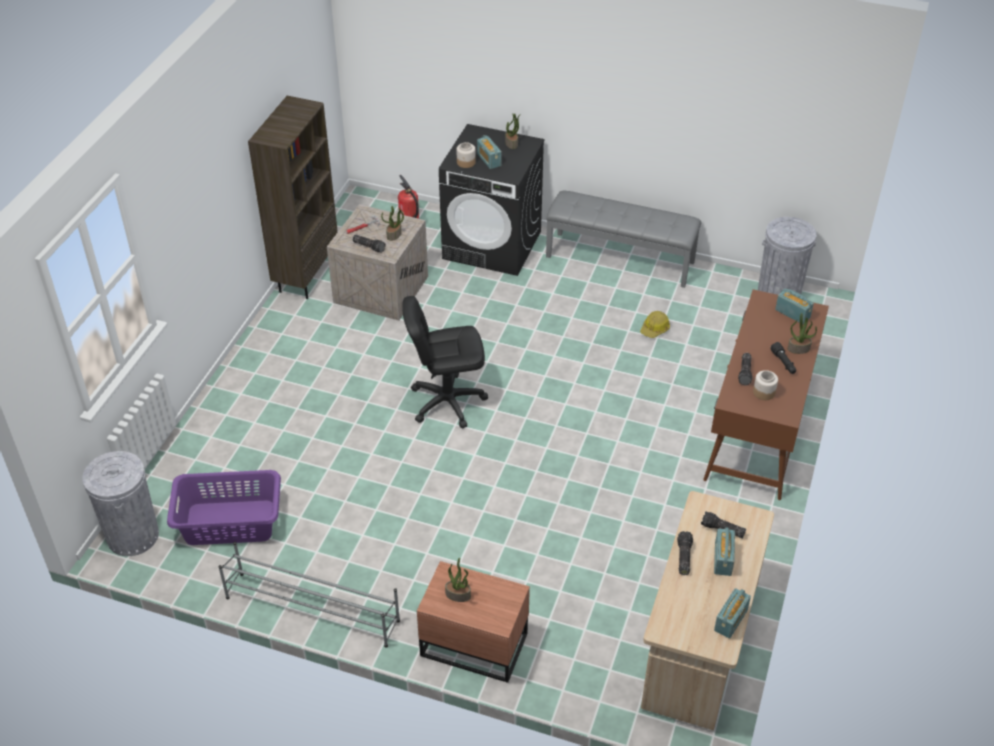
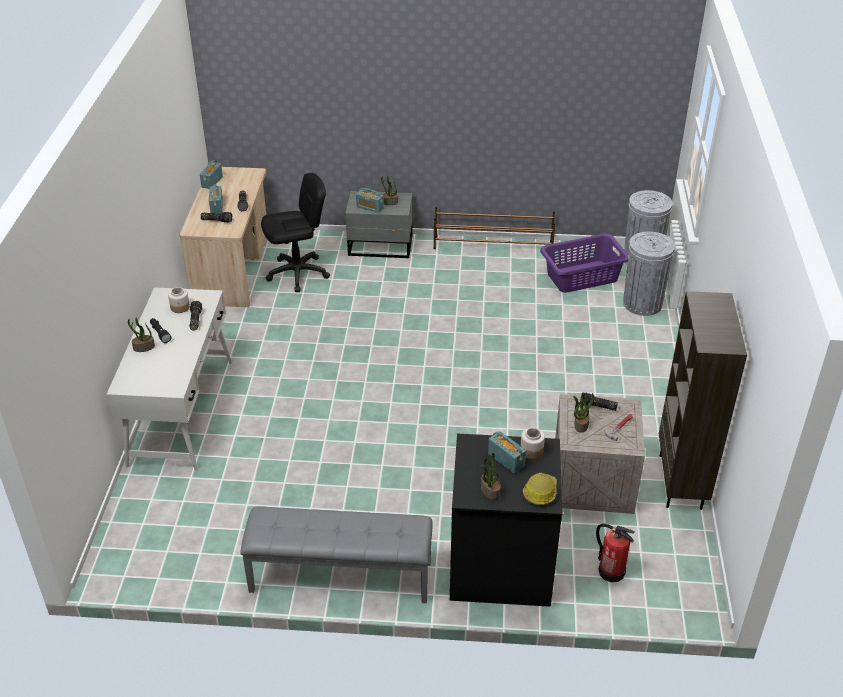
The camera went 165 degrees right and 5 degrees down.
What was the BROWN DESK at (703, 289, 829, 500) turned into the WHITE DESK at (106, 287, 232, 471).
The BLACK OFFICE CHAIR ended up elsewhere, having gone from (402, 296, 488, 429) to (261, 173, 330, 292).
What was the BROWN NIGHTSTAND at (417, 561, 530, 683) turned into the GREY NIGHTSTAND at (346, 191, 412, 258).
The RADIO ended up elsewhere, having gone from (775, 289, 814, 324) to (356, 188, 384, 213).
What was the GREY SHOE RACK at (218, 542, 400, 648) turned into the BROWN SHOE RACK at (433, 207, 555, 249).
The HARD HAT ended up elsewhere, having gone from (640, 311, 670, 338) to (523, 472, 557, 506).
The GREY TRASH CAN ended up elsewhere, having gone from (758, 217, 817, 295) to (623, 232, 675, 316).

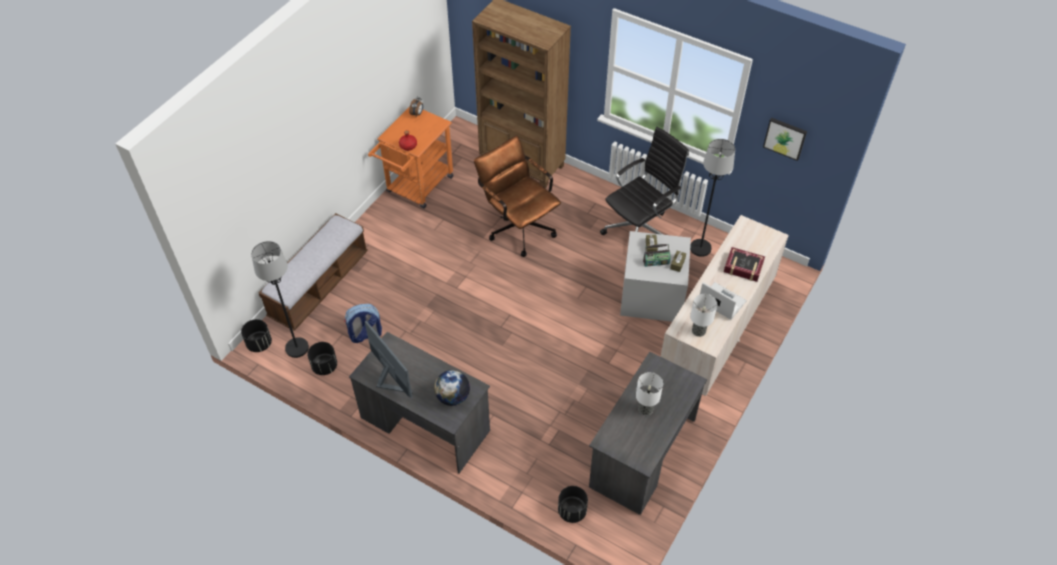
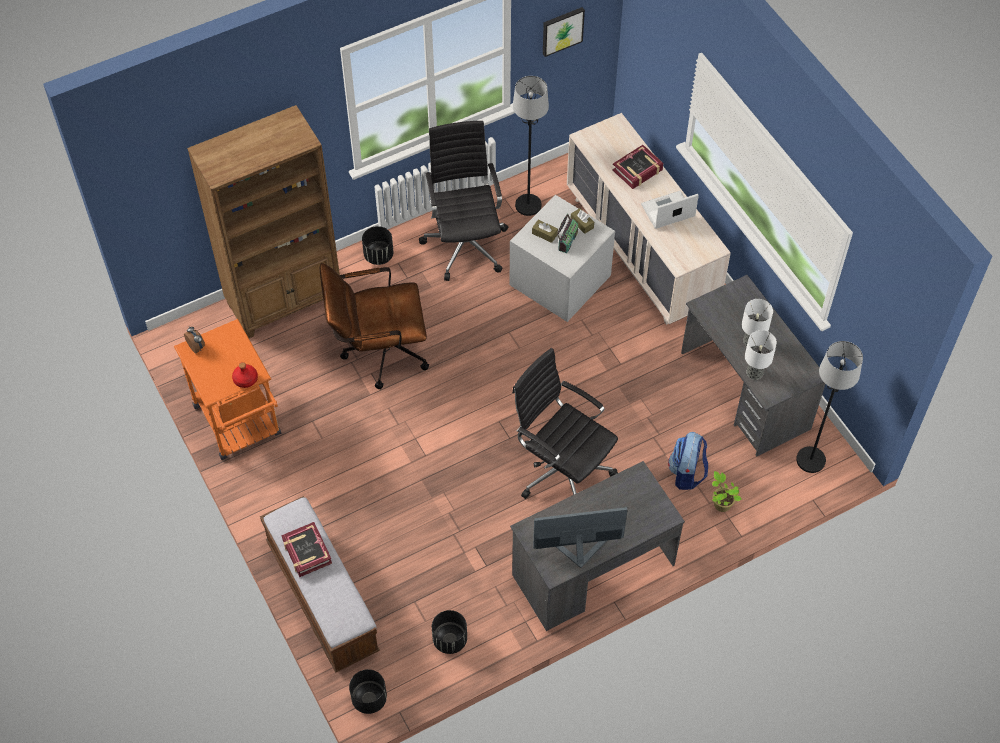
The camera went 60 degrees left and 5 degrees up.
The second view gained the BOOK at (281, 522, 332, 577).
The BLACK PLANTER ended up elsewhere, having gone from (558, 486, 588, 523) to (362, 226, 394, 265).
The second view gained the BLACK OFFICE CHAIR at (512, 348, 618, 499).
The BACKPACK ended up elsewhere, having gone from (344, 304, 382, 343) to (668, 432, 708, 490).
The second view gained the POTTED PLANT at (712, 471, 742, 512).
The TABLE LAMP ended up elsewhere, having gone from (690, 294, 717, 337) to (745, 330, 777, 380).
The BLACK FLOOR LAMP ended up elsewhere, having gone from (251, 241, 309, 358) to (796, 341, 863, 473).
The second view lost the GLOBE at (434, 370, 470, 406).

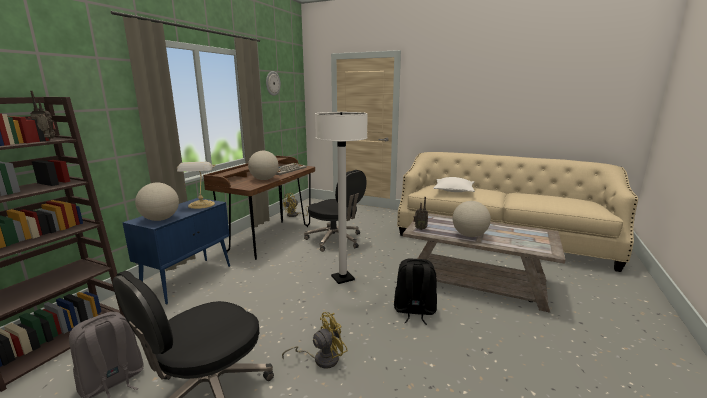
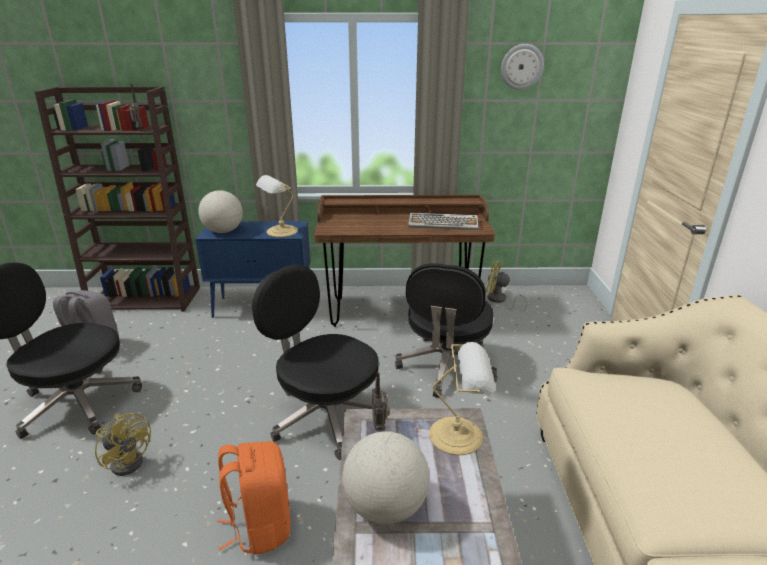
The camera went 65 degrees right and 10 degrees up.
What was the BLACK BACKPACK at (394, 259, 437, 325) turned into the ORANGE BACKPACK at (217, 442, 290, 554).
Where the WHITE FLOOR LAMP stood at (315, 112, 368, 284), the BLACK OFFICE CHAIR came to stand at (252, 264, 379, 460).
The second view gained the TABLE LAMP at (429, 342, 495, 455).
The second view lost the GLOBE at (248, 151, 279, 180).
The second view lost the WHITE PILLOW at (433, 177, 475, 192).

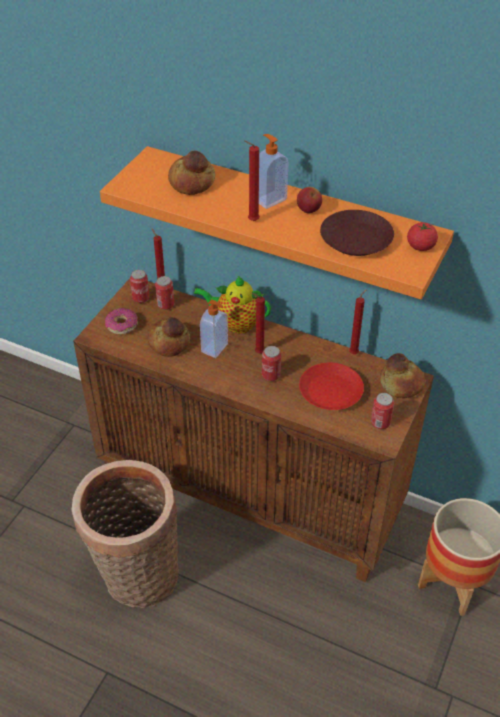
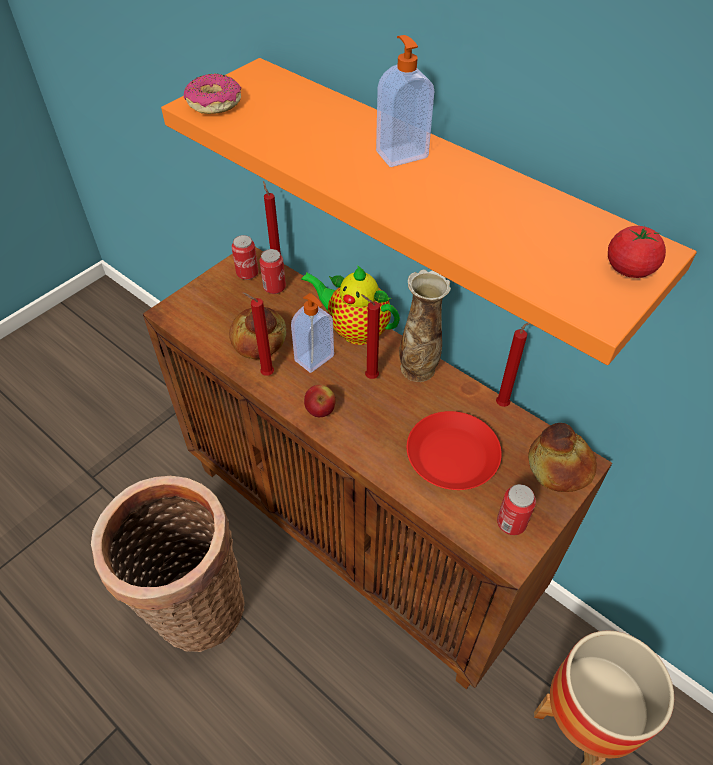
The camera went 15 degrees right and 5 degrees up.
The DONUT ended up elsewhere, having gone from (105, 308, 138, 335) to (184, 73, 241, 114).
The RED CANDLE ended up elsewhere, having gone from (244, 140, 260, 221) to (242, 292, 274, 376).
The APPLE ended up elsewhere, having gone from (297, 187, 322, 213) to (304, 385, 335, 417).
The second view gained the VASE at (399, 269, 451, 382).
The second view lost the BREAD at (168, 150, 215, 195).
The second view lost the CAN at (262, 346, 281, 381).
The second view lost the BROWN PLATE at (320, 210, 394, 256).

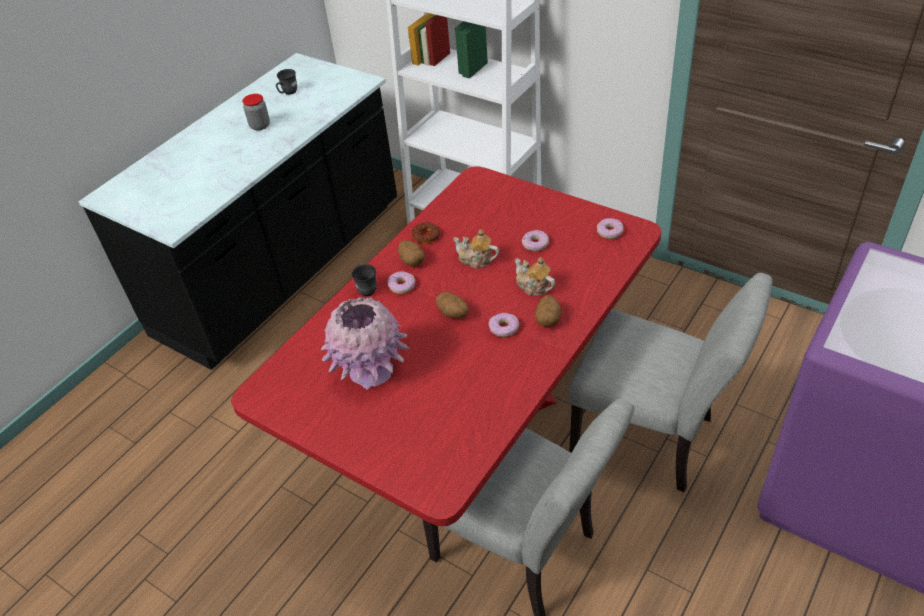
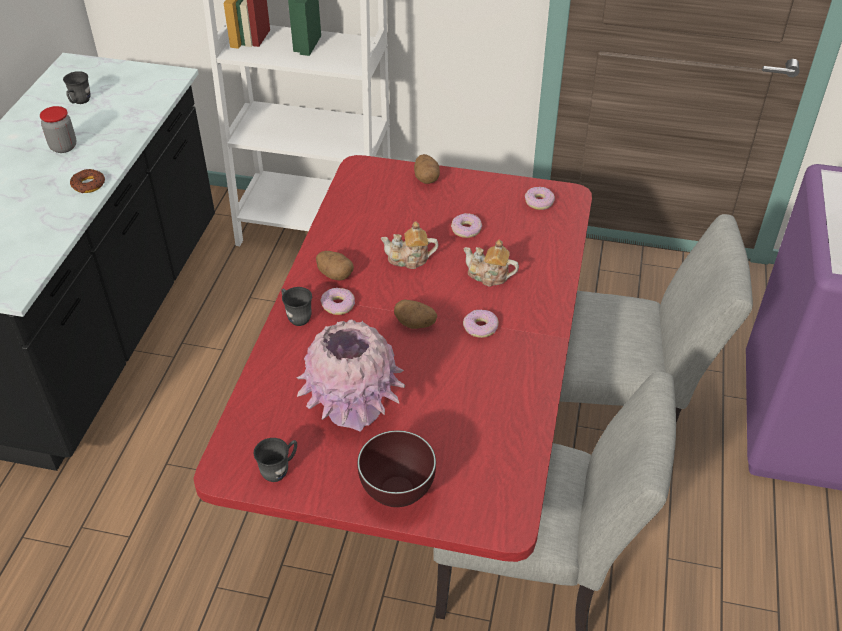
The camera went 25 degrees left and 0 degrees up.
The DONUT ended up elsewhere, having gone from (412, 222, 440, 243) to (70, 169, 105, 193).
The second view gained the GREY MUG at (254, 438, 297, 482).
The second view gained the BROWN BOWL at (357, 430, 436, 507).
The POTATO ended up elsewhere, having gone from (535, 295, 561, 327) to (414, 154, 440, 184).

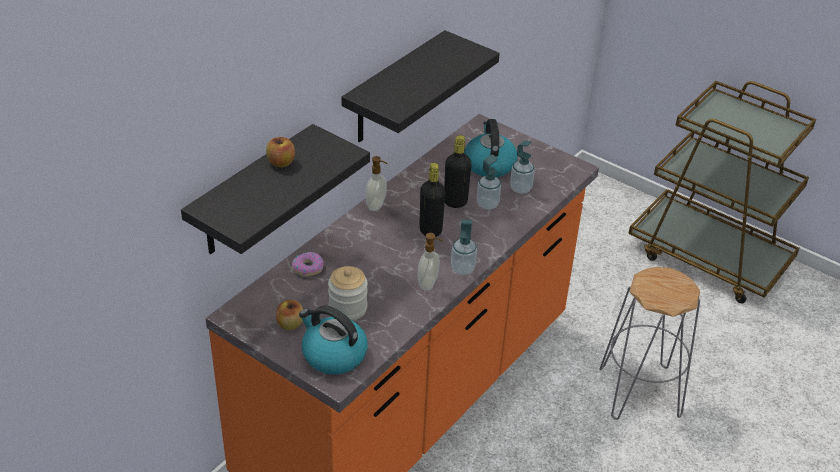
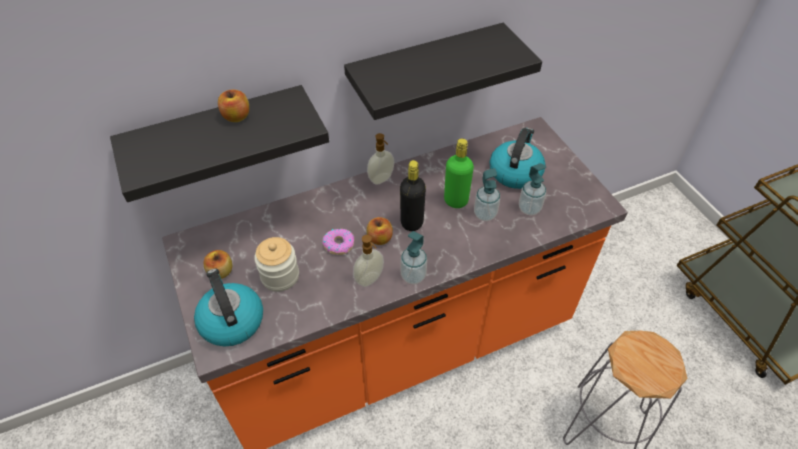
The camera went 30 degrees right and 10 degrees up.
The DONUT ended up elsewhere, having gone from (292, 252, 324, 277) to (322, 229, 354, 255).
The second view gained the APPLE at (367, 217, 393, 245).
What was the BLACK BOTTLE at (444, 135, 472, 208) turned into the GREEN BOTTLE at (444, 138, 474, 208).

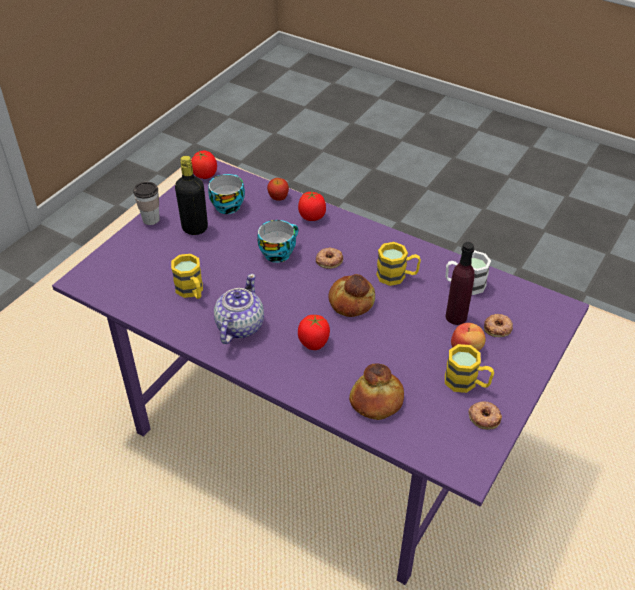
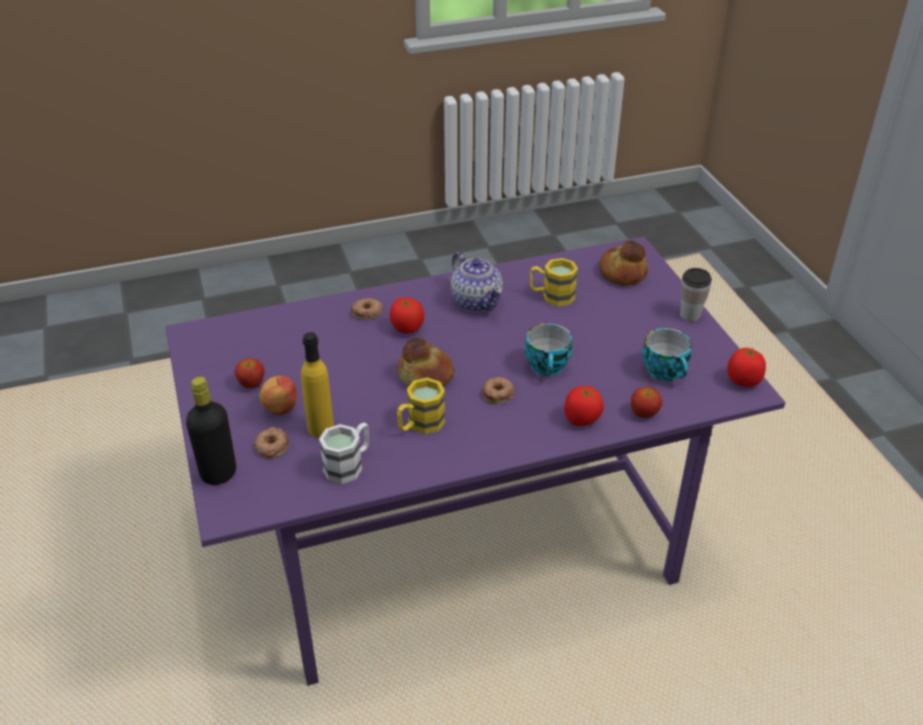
The camera went 130 degrees right and 5 degrees down.
The BLACK BOTTLE ended up elsewhere, having gone from (175, 156, 208, 235) to (186, 377, 236, 485).
Where the YELLOW MUG stood at (445, 344, 494, 393), the APPLE came to stand at (234, 358, 265, 388).
What was the PURPLE BOTTLE at (446, 242, 475, 325) turned into the YELLOW BOTTLE at (301, 332, 334, 438).
The DONUT ended up elsewhere, having gone from (468, 401, 502, 429) to (351, 298, 383, 320).
The BREAD ended up elsewhere, having gone from (349, 364, 404, 420) to (599, 240, 648, 286).

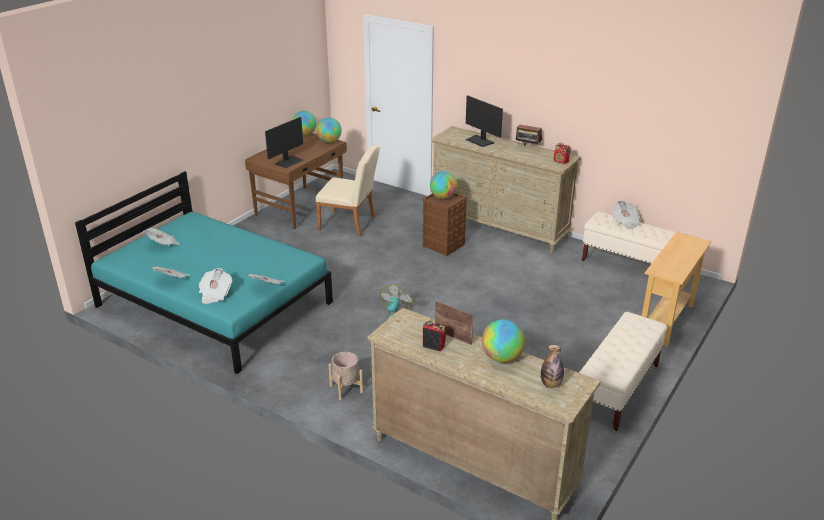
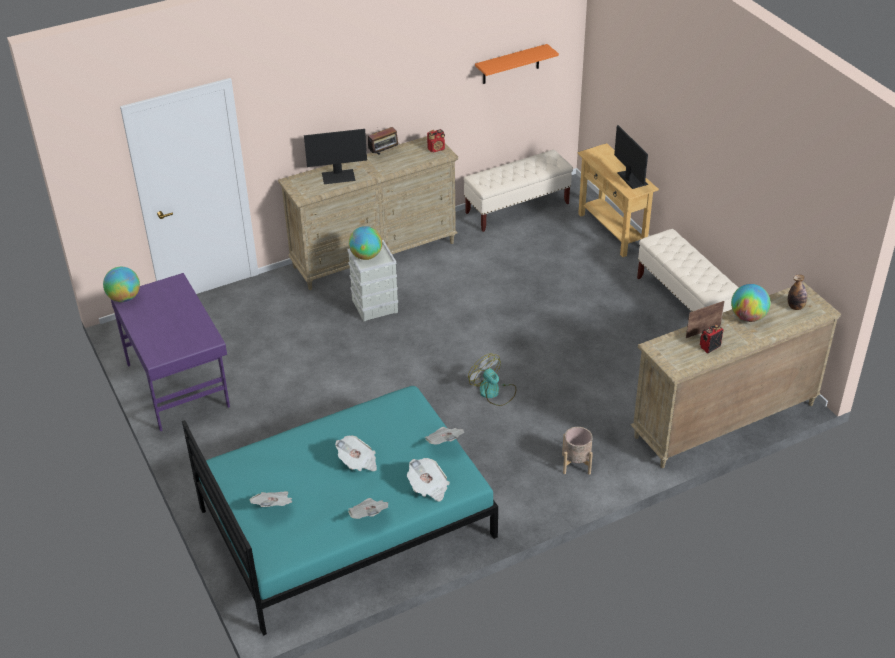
The camera went 60 degrees left and 10 degrees up.
What was the BROWN DESK at (245, 133, 347, 229) turned into the PURPLE DESK at (111, 273, 230, 431).
The NEWSPAPER ended up elsewhere, having gone from (612, 200, 641, 230) to (335, 436, 377, 471).
What was the BROWN STORAGE BOX at (422, 193, 467, 256) turned into the GREY STORAGE BOX at (347, 240, 398, 321).
The second view gained the ORANGE SHELF at (475, 44, 559, 84).
The MONITOR ended up elsewhere, having gone from (265, 117, 303, 168) to (614, 125, 648, 189).
The second view lost the GLOBE at (316, 117, 342, 143).
The second view lost the BEIGE CHAIR at (316, 145, 380, 237).

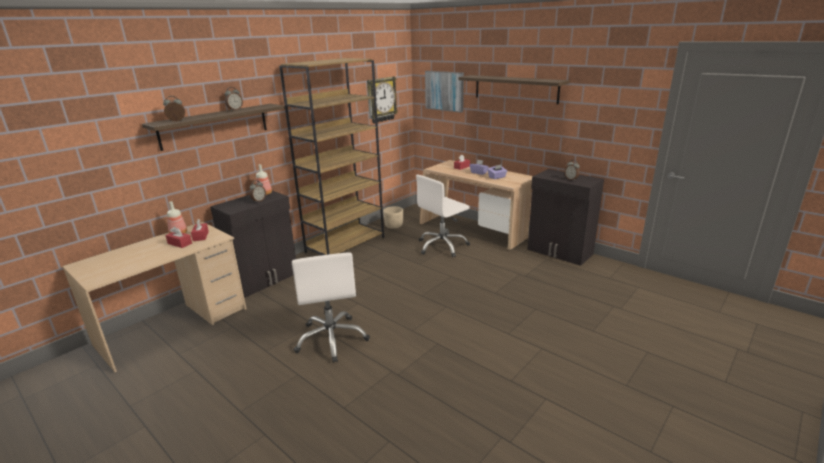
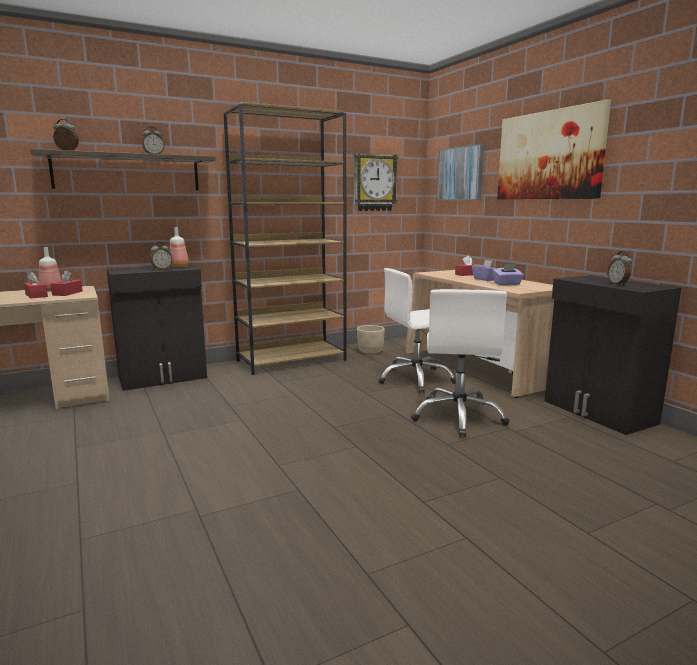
The camera went 20 degrees right and 10 degrees down.
The WHITE OFFICE CHAIR ended up elsewhere, having gone from (292, 252, 370, 363) to (411, 289, 509, 437).
Where the SHELF hung at (458, 75, 569, 104), the PICTURE came to hang at (497, 99, 611, 199).

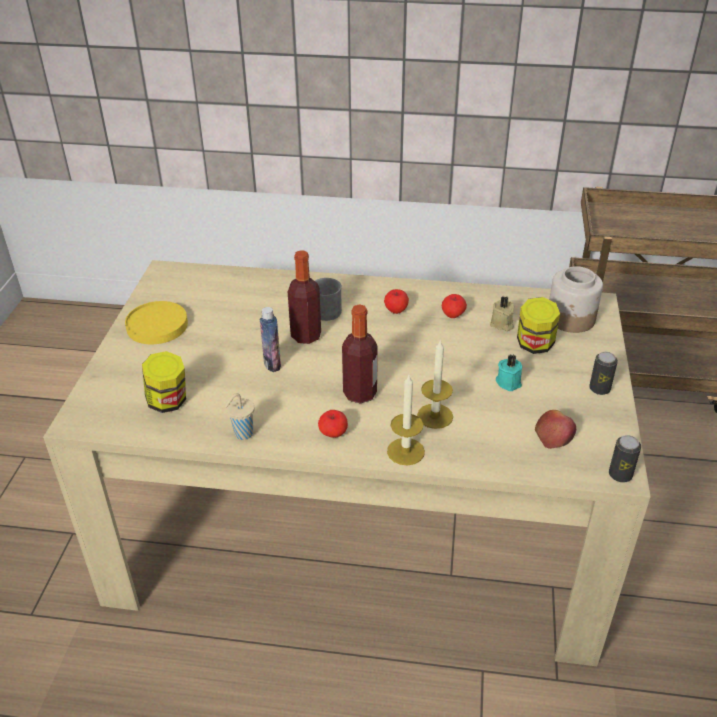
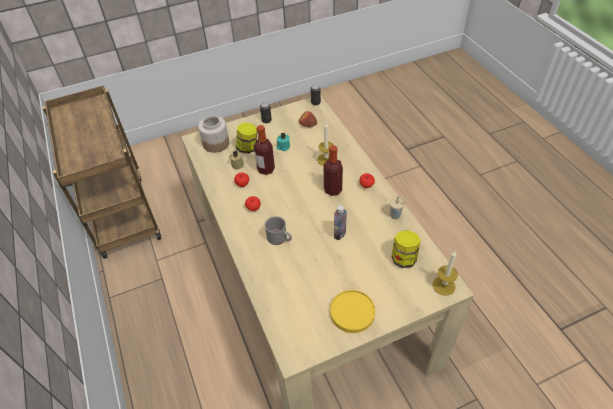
The camera went 120 degrees left and 10 degrees up.
The BOTTLE ended up elsewhere, having gone from (288, 250, 321, 344) to (254, 125, 275, 175).
The CANDLE ended up elsewhere, having gone from (387, 375, 425, 465) to (433, 251, 458, 296).

